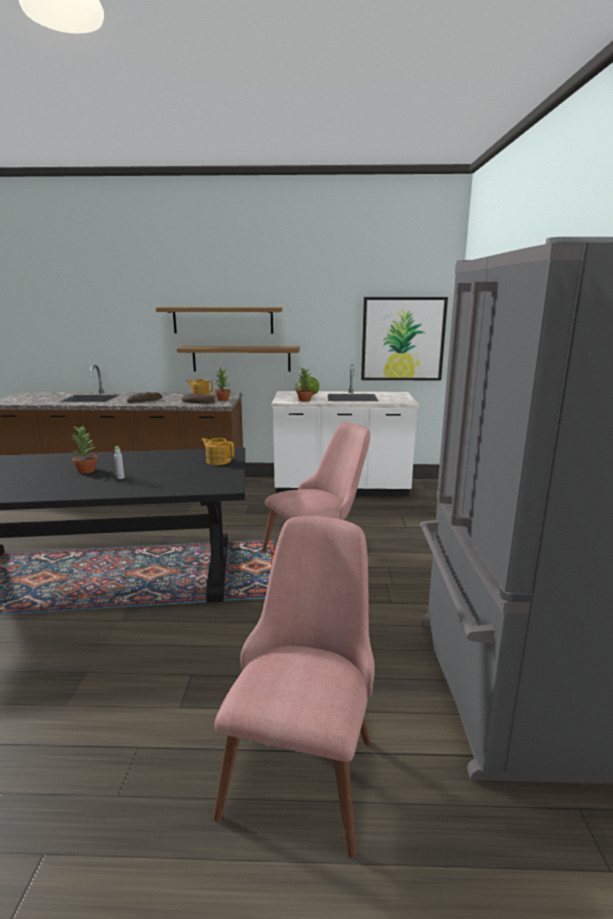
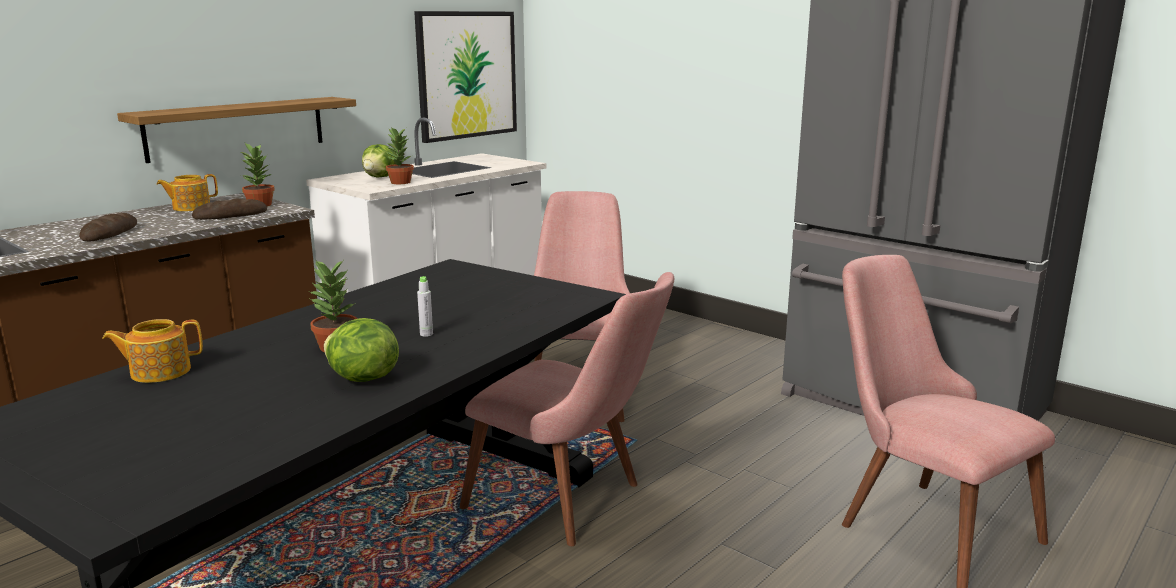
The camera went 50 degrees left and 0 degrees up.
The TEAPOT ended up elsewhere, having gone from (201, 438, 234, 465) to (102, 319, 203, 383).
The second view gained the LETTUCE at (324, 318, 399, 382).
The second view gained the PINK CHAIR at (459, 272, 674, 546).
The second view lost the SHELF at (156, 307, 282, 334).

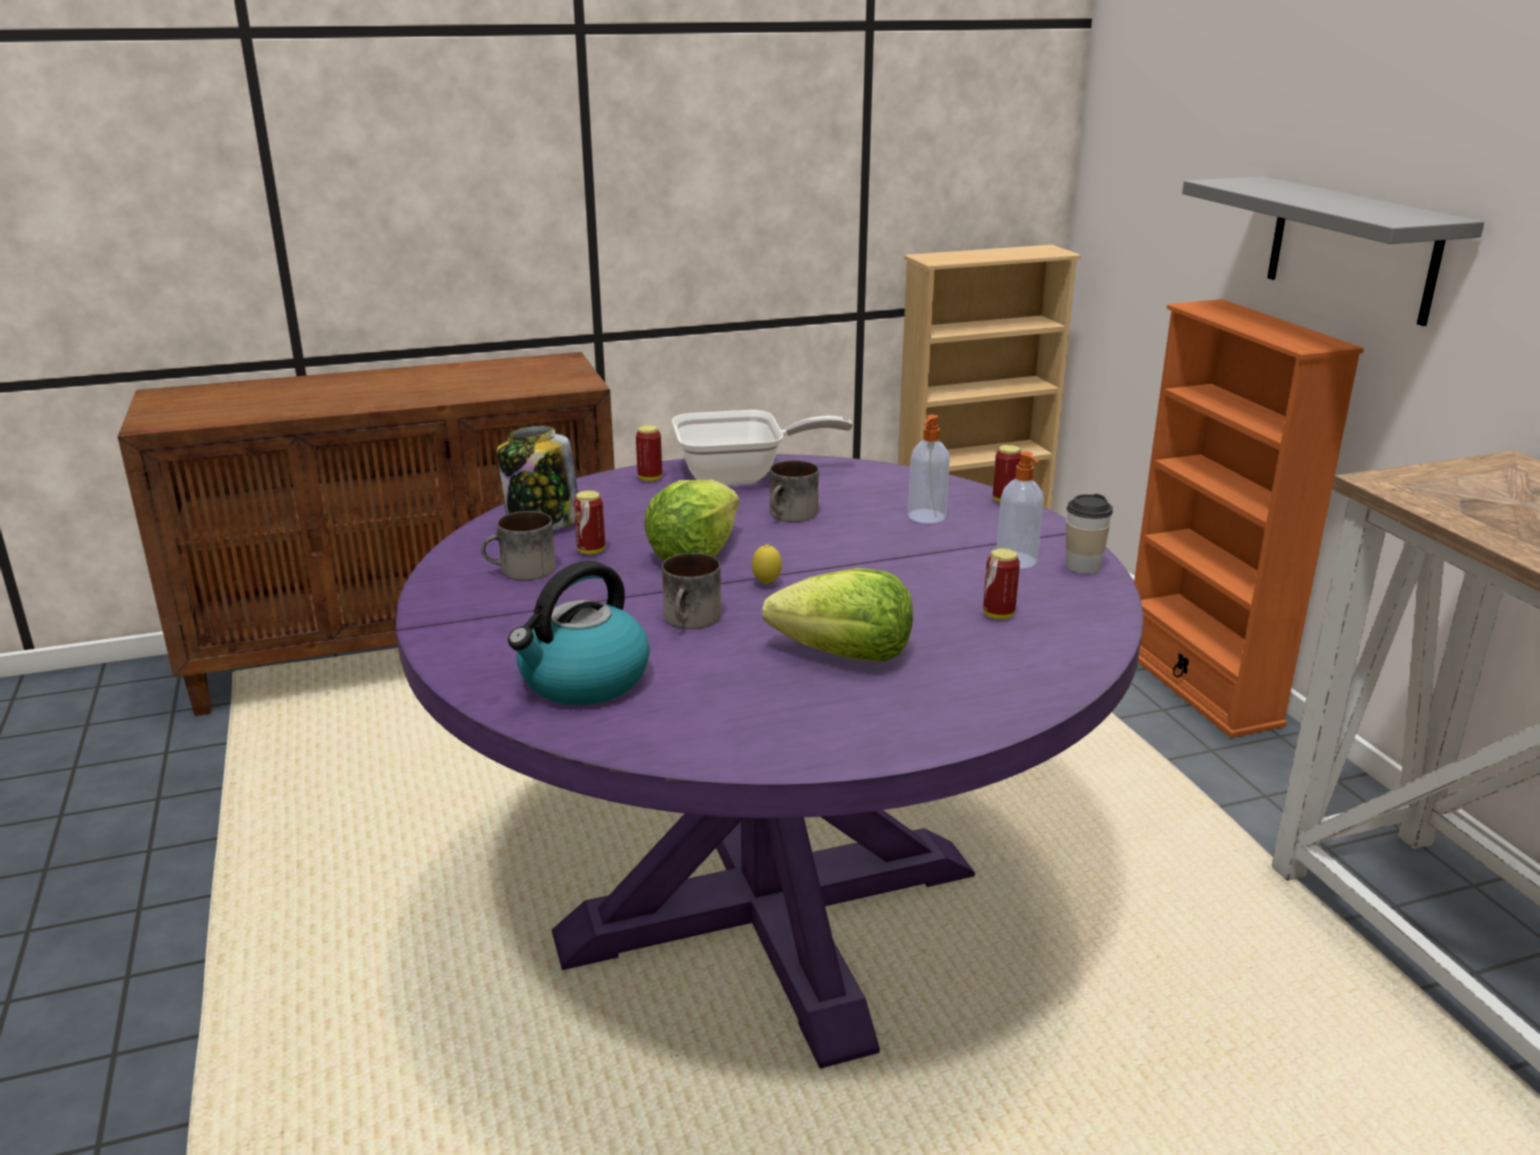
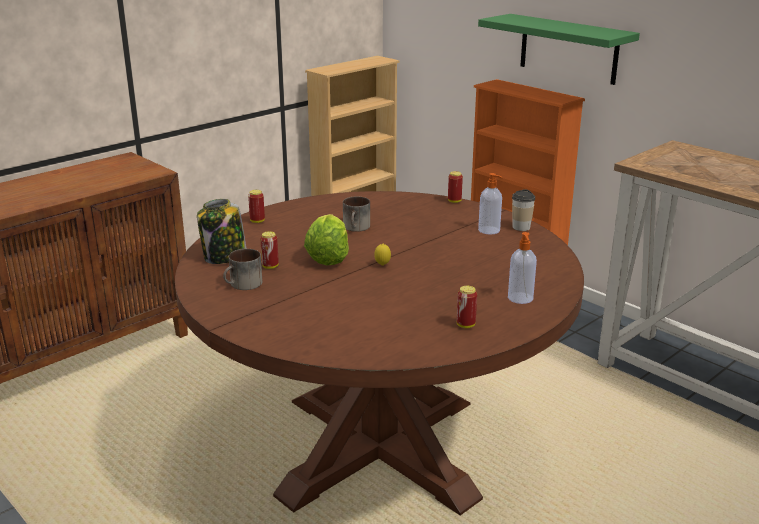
The camera went 25 degrees left and 0 degrees up.
What was the PURPLE DINING TABLE at (396, 454, 1143, 1069) turned into the BROWN DINING TABLE at (175, 191, 584, 515).
The CAN ended up elsewhere, having gone from (983, 548, 1020, 619) to (457, 286, 477, 328).
What was the GREY SHELF at (1182, 176, 1484, 326) turned into the GREEN SHELF at (478, 14, 640, 85).
The SOAP DISPENSER ended up elsewhere, having gone from (908, 415, 950, 523) to (508, 232, 537, 304).
The second view lost the KETTLE at (508, 561, 650, 705).
The second view lost the MUG at (662, 553, 721, 629).
The second view lost the FRYING PAN at (672, 410, 853, 485).
The second view lost the LETTUCE at (762, 568, 913, 662).

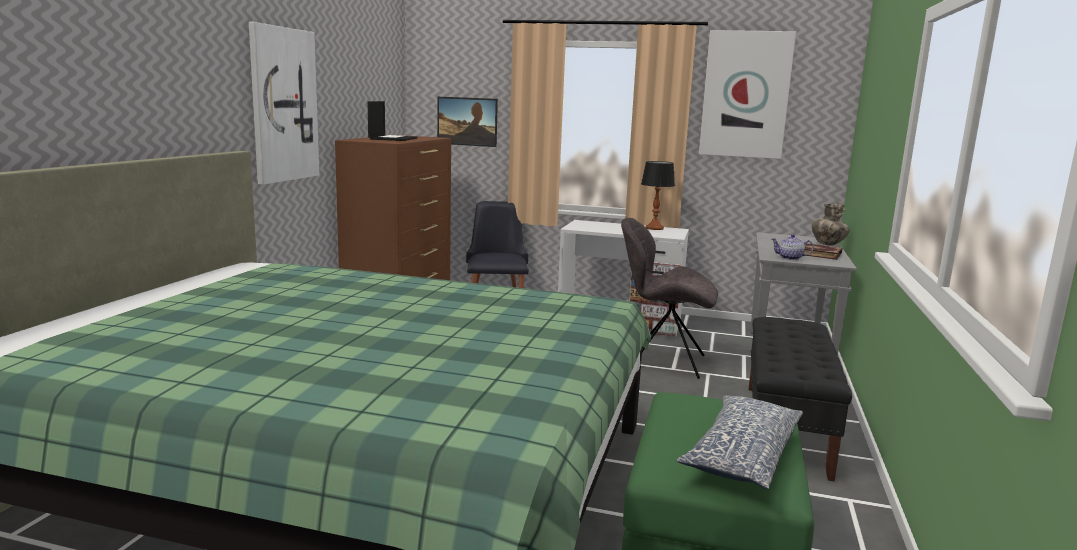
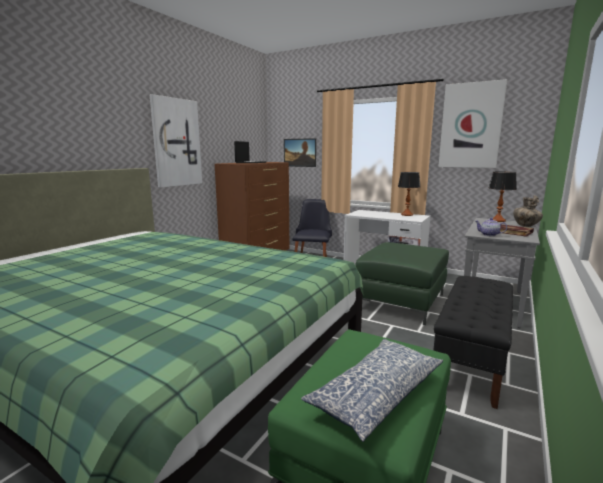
The camera went 15 degrees right and 0 degrees up.
Where the GREY CHAIR stood at (621, 218, 718, 379), the GREEN OTTOMAN came to stand at (355, 242, 449, 325).
The second view gained the TABLE LAMP at (489, 172, 517, 222).

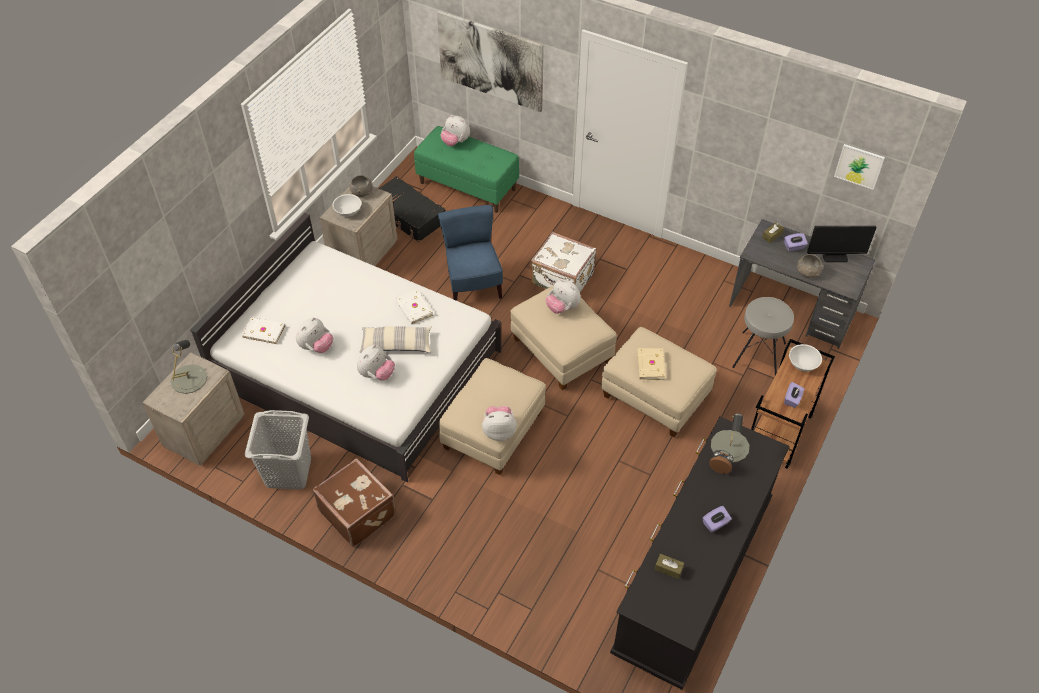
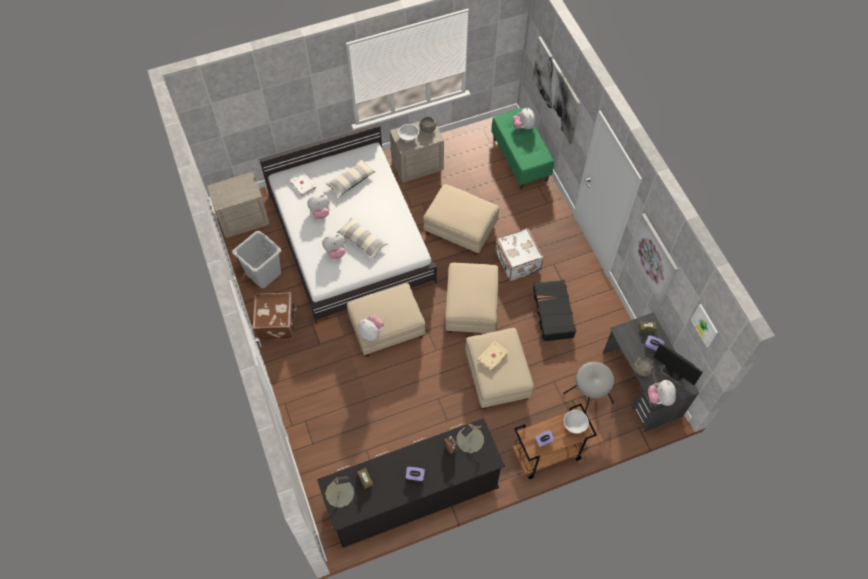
The camera went 40 degrees right and 10 degrees up.
The second view gained the PILLOW at (325, 159, 376, 197).
The GREY TABLE LAMP ended up elsewhere, having gone from (170, 339, 207, 394) to (325, 476, 354, 508).
Where the BLUE CHAIR stood at (438, 205, 503, 301), the BEIGE OTTOMAN came to stand at (423, 184, 499, 256).
The BLACK SUITCASE ended up elsewhere, having gone from (379, 176, 445, 242) to (531, 280, 576, 342).
The second view gained the PICTURE at (629, 213, 678, 304).
The PLUSH TOY ended up elsewhere, having gone from (546, 279, 581, 314) to (648, 380, 676, 406).
The second view lost the WHITE BOOK at (396, 290, 434, 325).

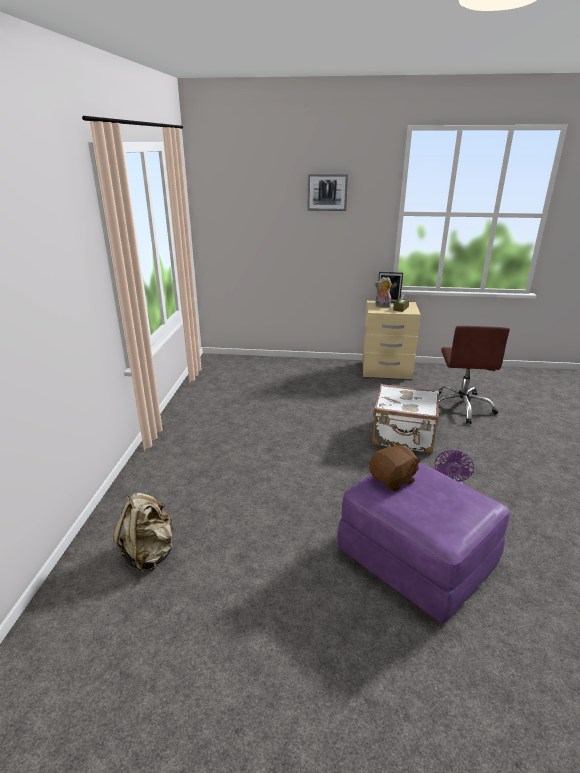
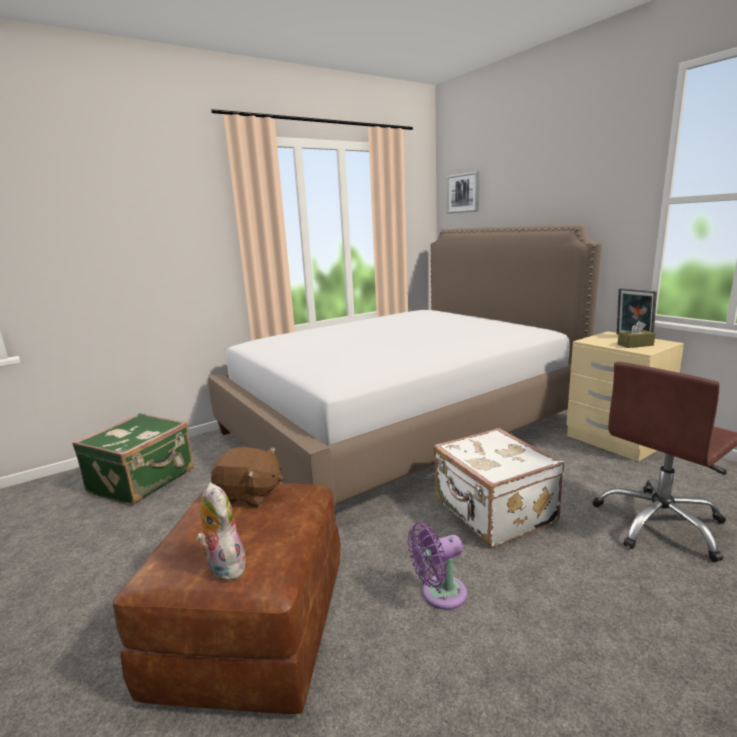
The camera went 50 degrees right and 10 degrees down.
Where the BEIGE BACKPACK stood at (113, 493, 173, 573), the GREEN SUITCASE came to stand at (72, 413, 194, 506).
What was the PURPLE OTTOMAN at (337, 462, 510, 624) turned into the BROWN OTTOMAN at (113, 483, 340, 714).
The PLUSH TOY ended up elsewhere, having gone from (374, 277, 392, 308) to (196, 483, 246, 581).
The second view gained the BED at (208, 225, 602, 506).
The PICTURE ended up elsewhere, having gone from (307, 174, 348, 211) to (447, 171, 479, 214).

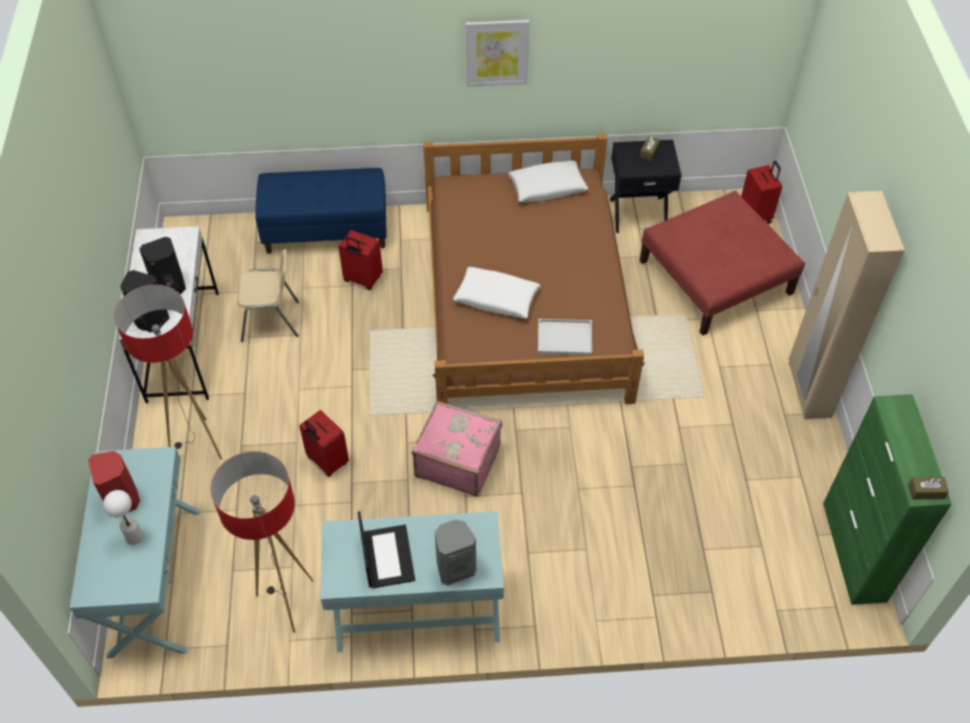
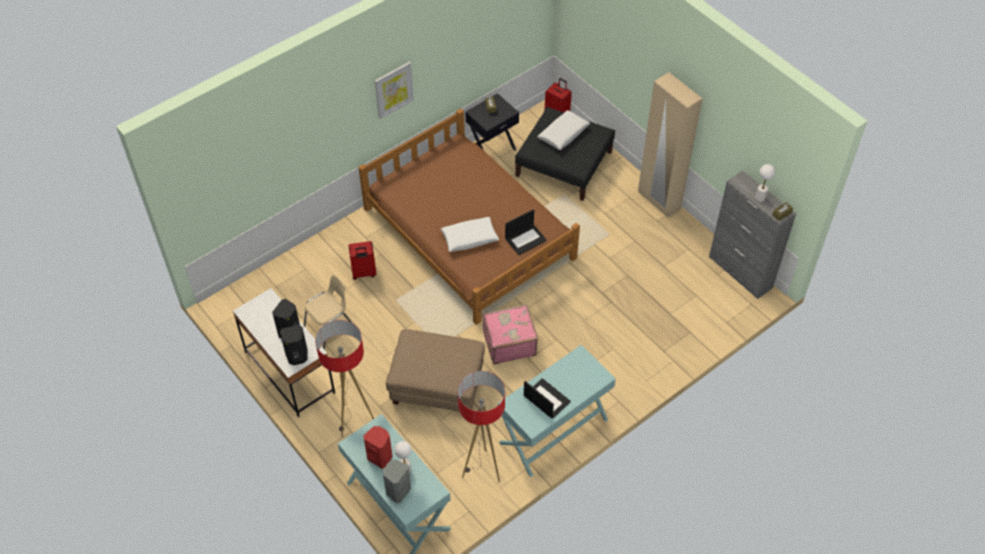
The camera went 35 degrees left and 0 degrees up.
The GREY SPEAKER ended up elsewhere, having gone from (435, 519, 476, 586) to (383, 459, 411, 503).
Where the RED SUITCASE stood at (299, 410, 349, 477), the BEIGE OTTOMAN came to stand at (386, 329, 485, 412).
Where the WHITE TRAY stood at (538, 319, 593, 355), the LAPTOP came to stand at (505, 209, 547, 255).
What was the RED OTTOMAN at (640, 190, 805, 336) turned into the BLACK OTTOMAN at (515, 107, 615, 201).
The WHITE PILLOW ended up elsewhere, having gone from (508, 160, 588, 202) to (538, 111, 590, 150).
What was the GREEN CABINET at (823, 394, 952, 605) turned into the GREY CABINET at (709, 171, 796, 299).
The second view gained the WHITE TABLE LAMP at (755, 164, 775, 202).
The second view lost the BLUE BENCH at (255, 168, 387, 254).

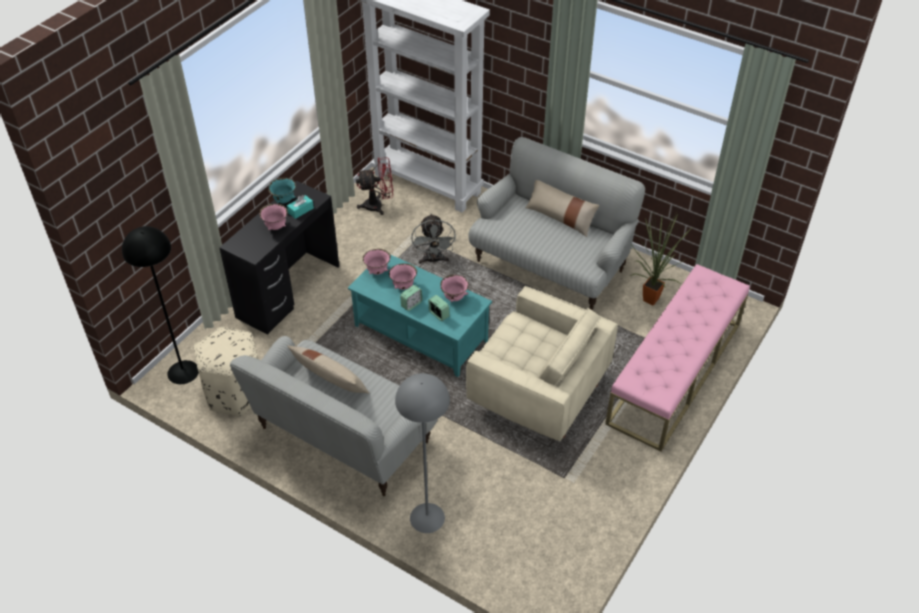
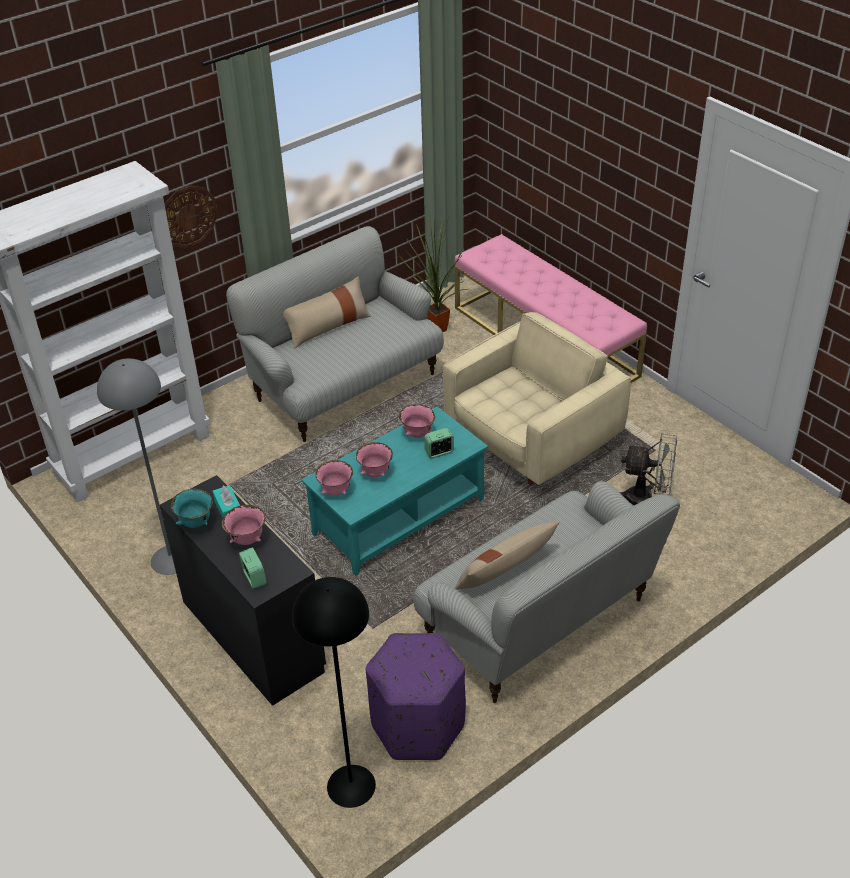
The camera went 70 degrees left and 5 degrees down.
The GREY FLOOR LAMP ended up elsewhere, having gone from (395, 373, 450, 533) to (97, 358, 176, 575).
The second view gained the WALL CLOCK at (164, 185, 218, 248).
The ALARM CLOCK ended up elsewhere, having gone from (400, 285, 422, 311) to (239, 547, 267, 589).
What was the BEIGE OTTOMAN at (194, 327, 258, 416) turned into the PURPLE OTTOMAN at (365, 633, 466, 760).
The GREY FAN ended up elsewhere, having gone from (411, 214, 456, 264) to (620, 433, 677, 505).
The second view lost the RED FAN at (356, 157, 393, 215).

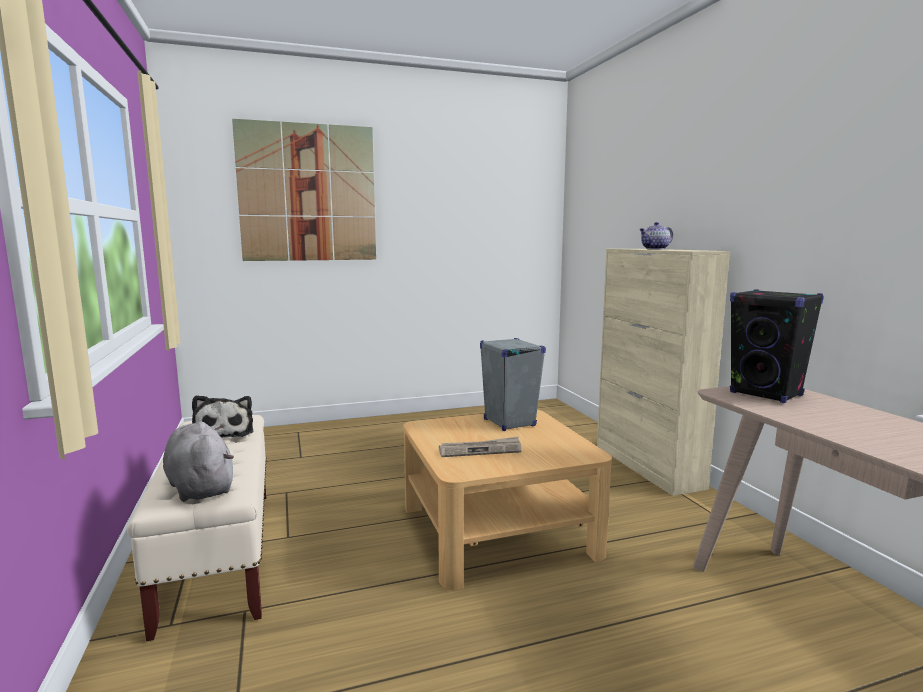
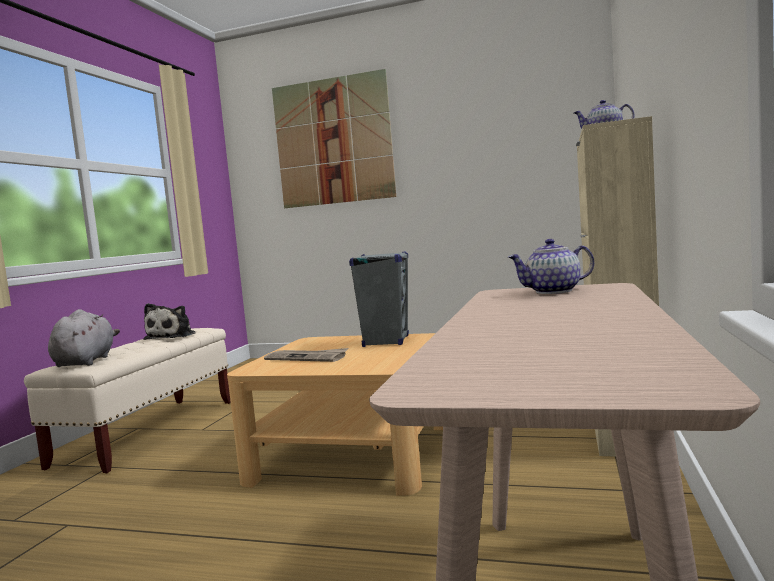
The camera went 35 degrees right and 5 degrees down.
Where the BLACK SPEAKER stood at (730, 289, 824, 403), the TEAPOT came to stand at (508, 239, 594, 294).

